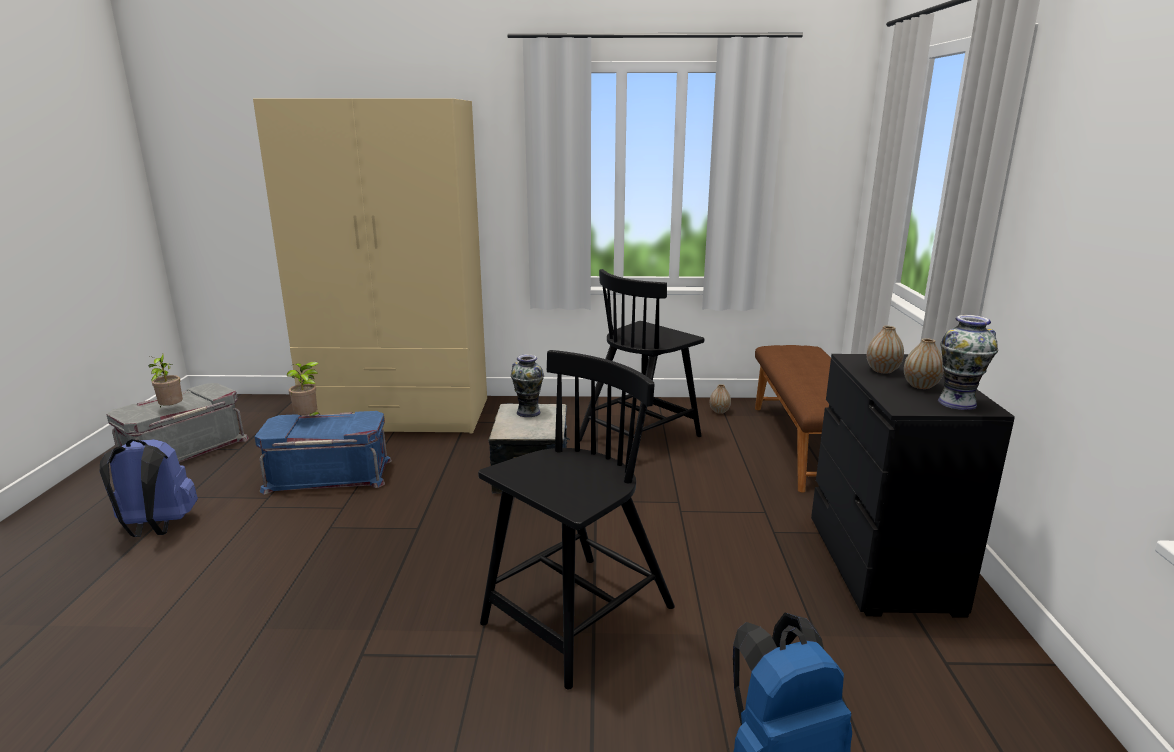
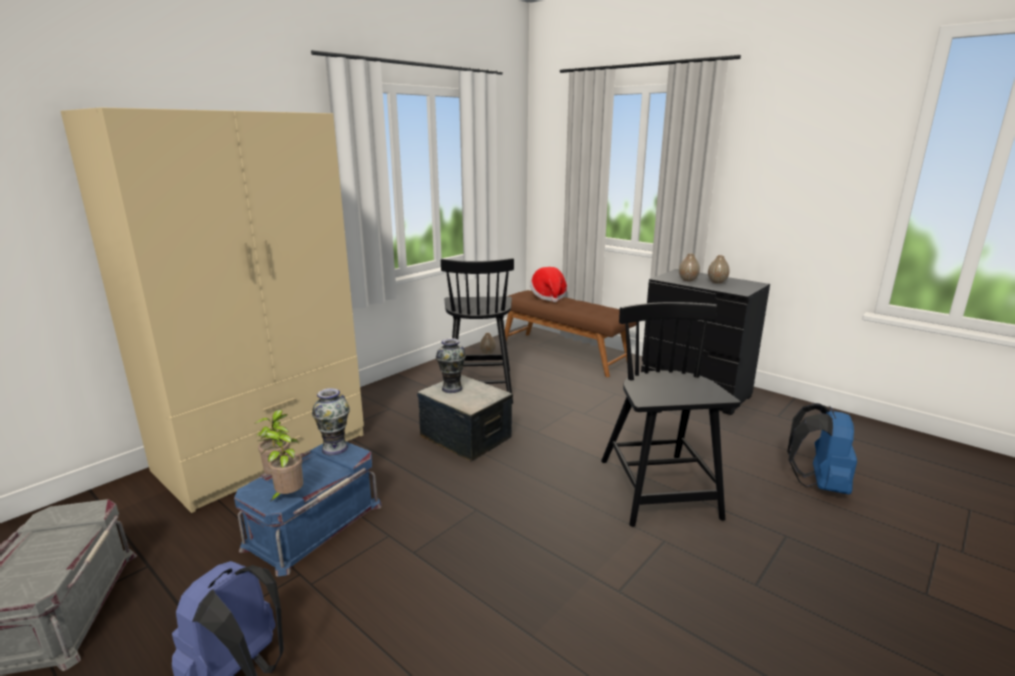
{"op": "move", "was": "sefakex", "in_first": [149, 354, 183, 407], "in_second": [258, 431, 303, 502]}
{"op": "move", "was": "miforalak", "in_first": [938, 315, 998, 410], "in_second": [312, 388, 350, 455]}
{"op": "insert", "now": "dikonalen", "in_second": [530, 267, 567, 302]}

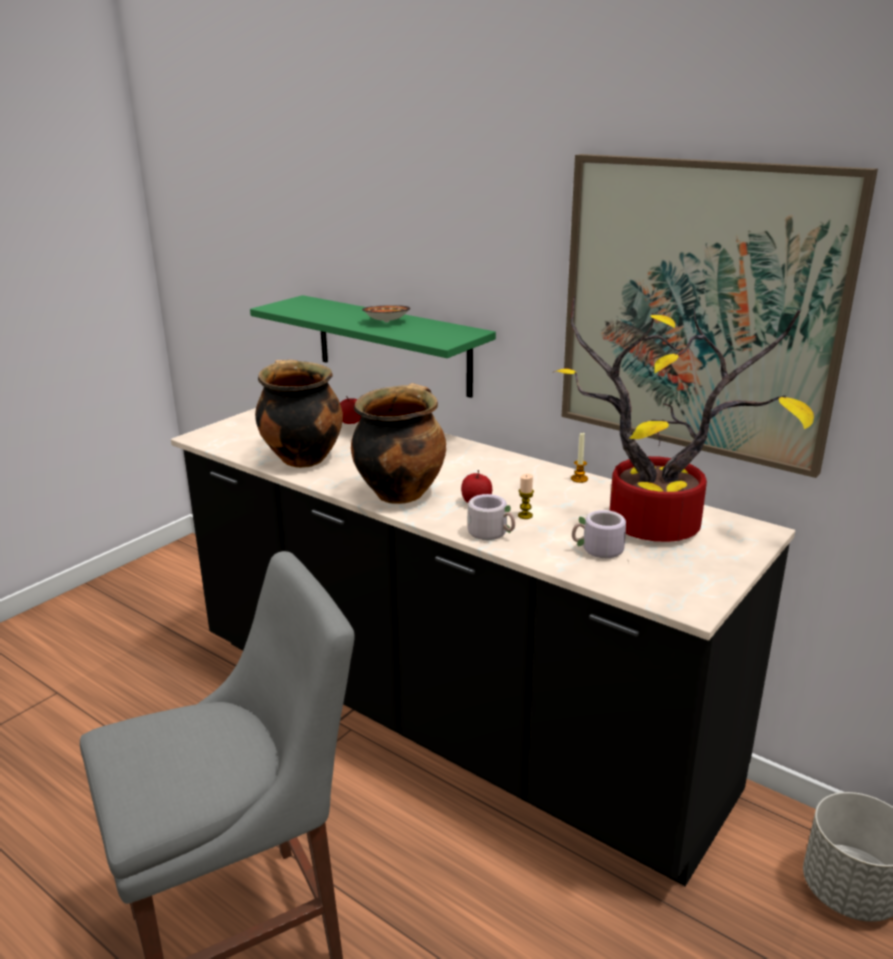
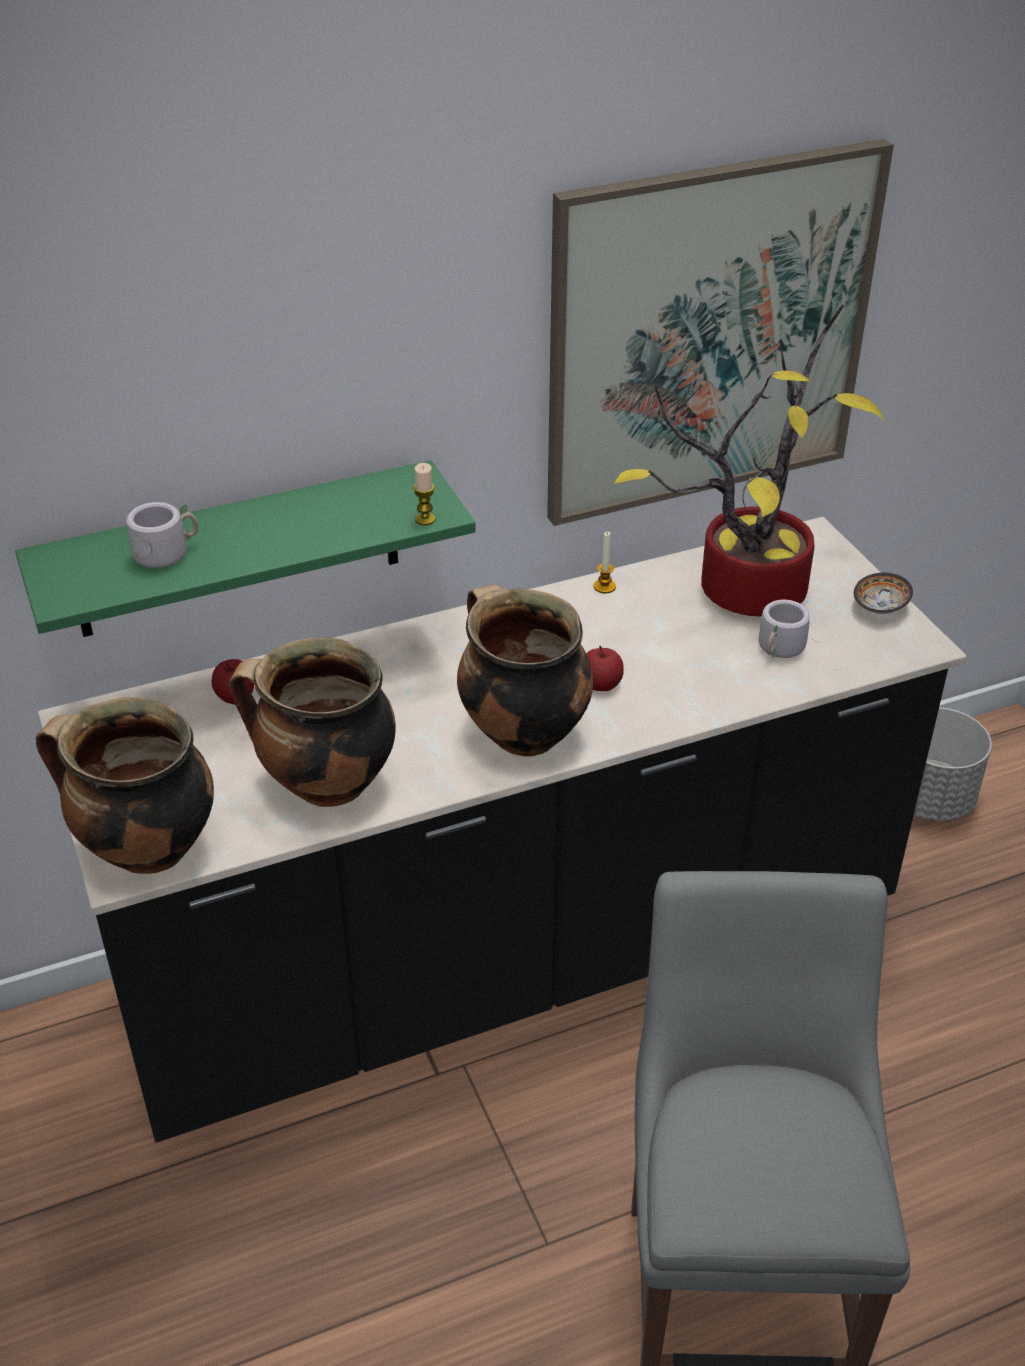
{"op": "insert", "now": "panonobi", "in_second": [36, 697, 214, 874]}
{"op": "move", "was": "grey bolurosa", "in_first": [467, 494, 515, 540], "in_second": [122, 502, 198, 568]}
{"op": "move", "was": "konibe", "in_first": [518, 474, 534, 519], "in_second": [413, 463, 435, 525]}
{"op": "move", "was": "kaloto", "in_first": [362, 305, 411, 323], "in_second": [854, 573, 913, 614]}

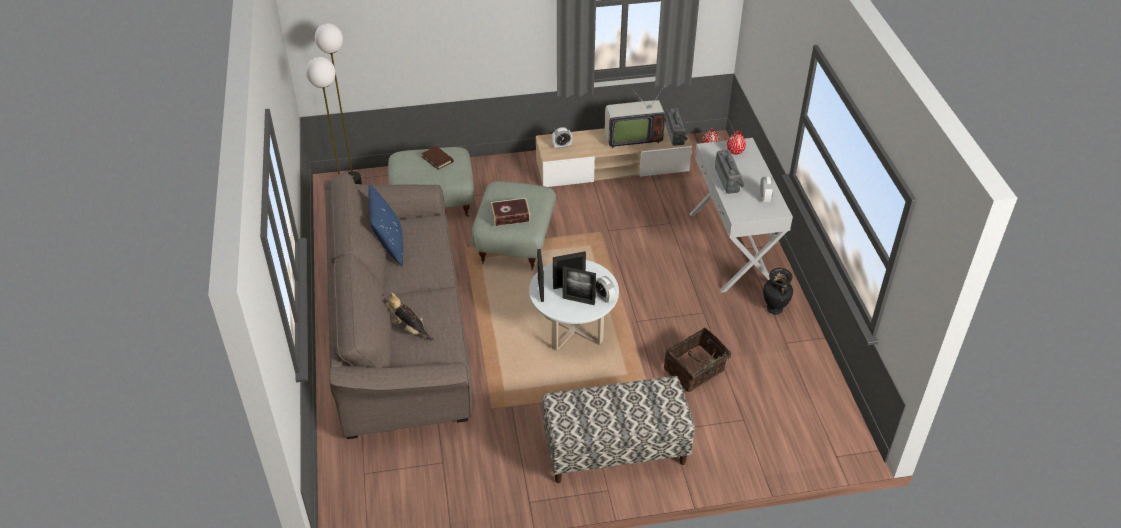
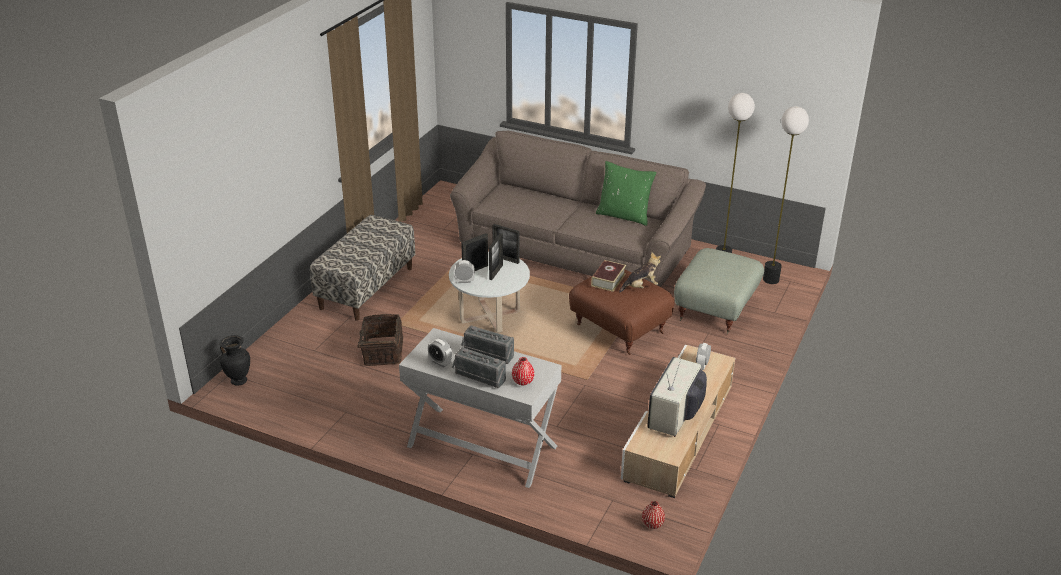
{"op": "move", "was": "black miforalak", "in_first": [763, 268, 793, 315], "in_second": [220, 335, 250, 386]}
{"op": "move", "was": "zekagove", "in_first": [665, 108, 688, 146], "in_second": [452, 347, 506, 388]}
{"op": "recolor", "was": "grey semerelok", "now": "brown semerelok", "in_first": [471, 181, 556, 270], "in_second": [569, 269, 674, 355]}
{"op": "recolor", "was": "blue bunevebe", "now": "green bunevebe", "in_first": [368, 184, 403, 266], "in_second": [596, 161, 656, 226]}
{"op": "move", "was": "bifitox", "in_first": [385, 293, 434, 341], "in_second": [619, 252, 661, 293]}
{"op": "delete", "was": "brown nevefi", "in_first": [421, 146, 454, 170]}

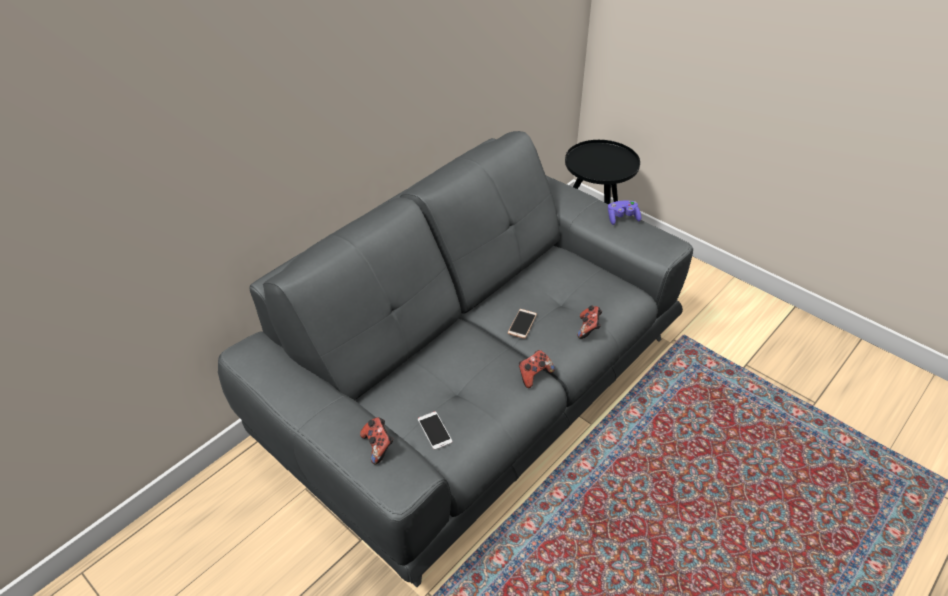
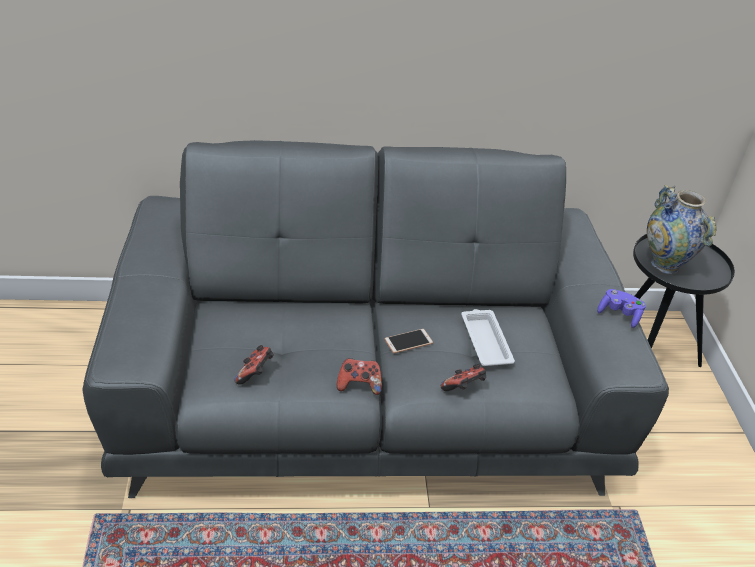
{"op": "move", "was": "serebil", "in_first": [360, 417, 394, 465], "in_second": [234, 345, 274, 384]}
{"op": "insert", "now": "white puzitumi", "in_second": [461, 309, 515, 366]}
{"op": "insert", "now": "miforalak", "in_second": [647, 185, 717, 274]}
{"op": "delete", "was": "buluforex", "in_first": [418, 411, 452, 450]}

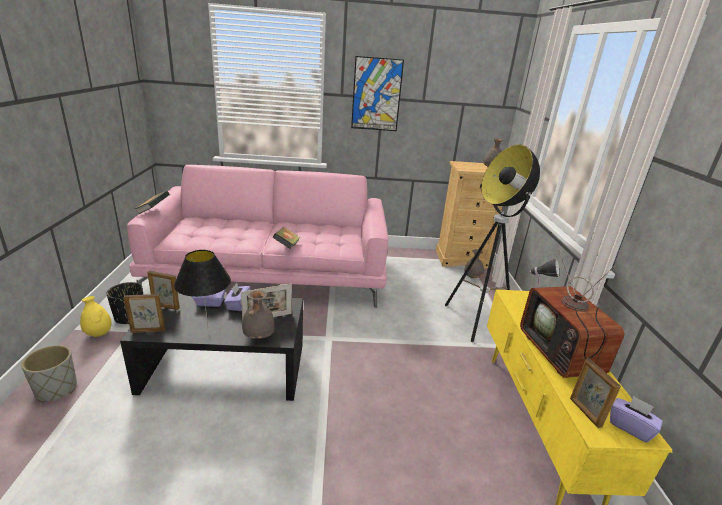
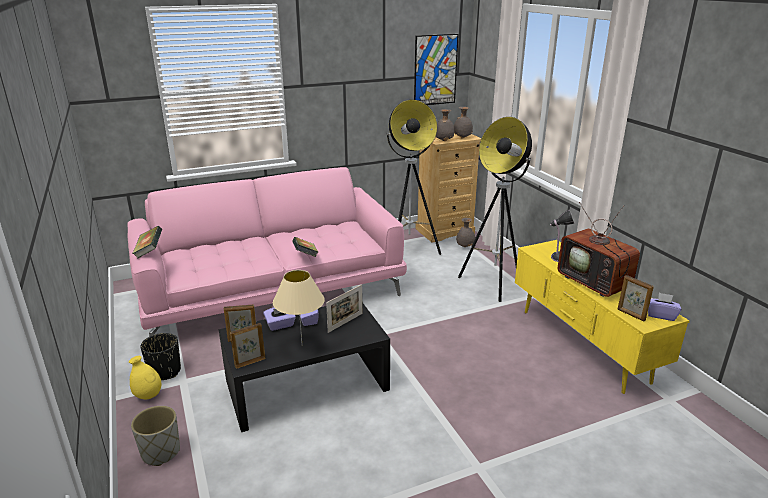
{"op": "recolor", "was": "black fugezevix", "now": "beige fugezevix", "in_first": [174, 250, 231, 328], "in_second": [273, 270, 325, 342]}
{"op": "insert", "now": "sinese", "in_second": [387, 100, 441, 255]}
{"op": "move", "was": "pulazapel", "in_first": [351, 56, 404, 131], "in_second": [414, 34, 459, 105]}
{"op": "move", "was": "grey miforalak", "in_first": [242, 290, 275, 339], "in_second": [436, 109, 454, 141]}

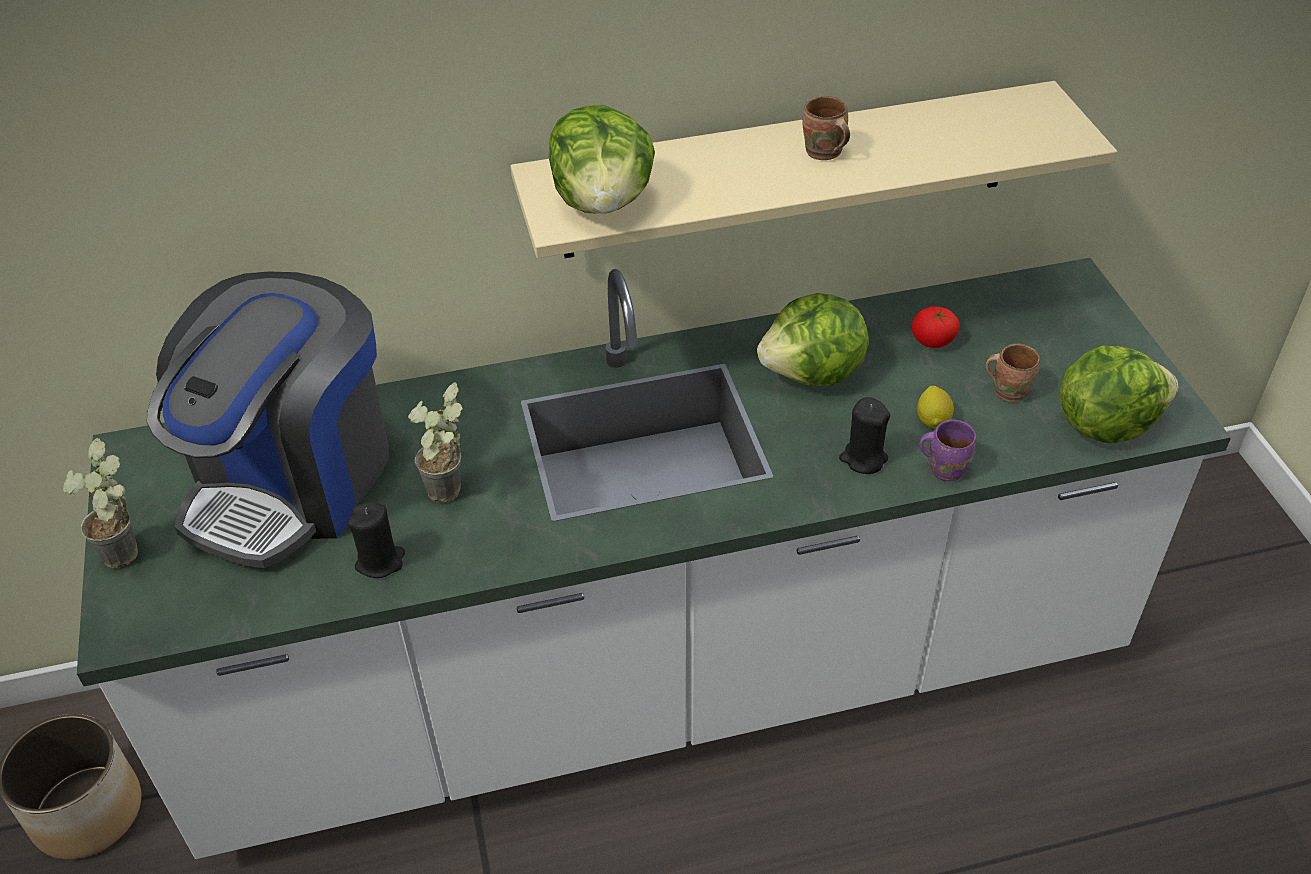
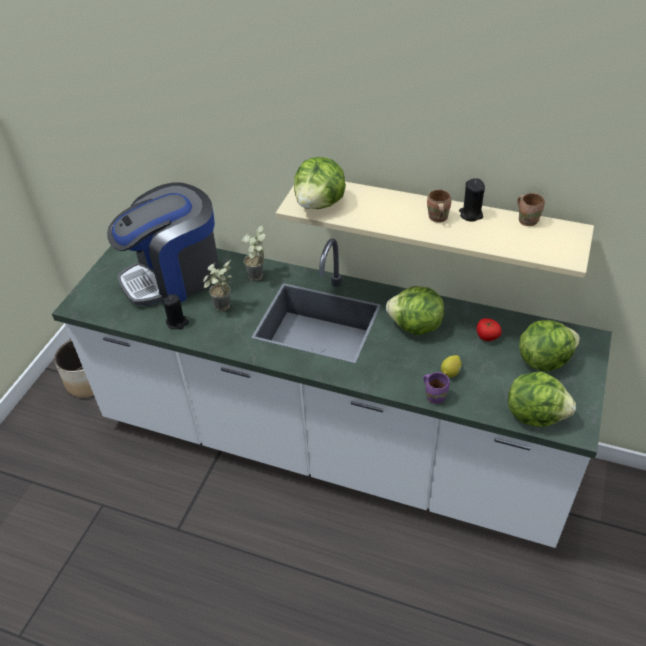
{"op": "move", "was": "sefakex", "in_first": [63, 438, 138, 568], "in_second": [242, 225, 266, 281]}
{"op": "move", "was": "black konibe", "in_first": [839, 397, 891, 474], "in_second": [459, 178, 485, 222]}
{"op": "move", "was": "brown bolurosa", "in_first": [985, 344, 1040, 403], "in_second": [517, 193, 545, 226]}
{"op": "insert", "now": "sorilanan", "in_second": [519, 320, 580, 372]}

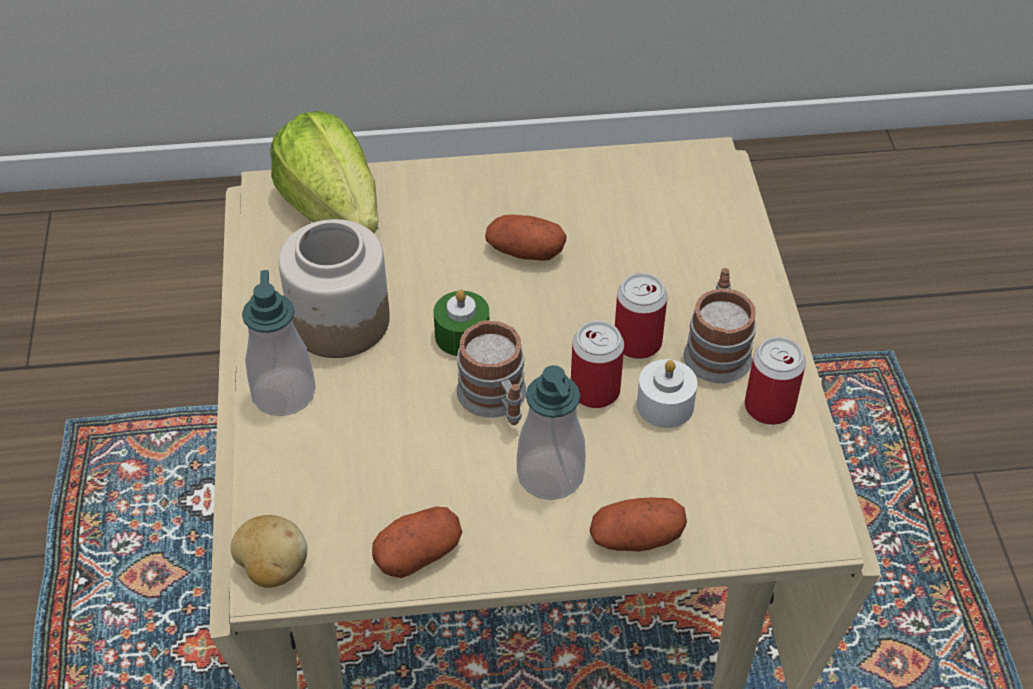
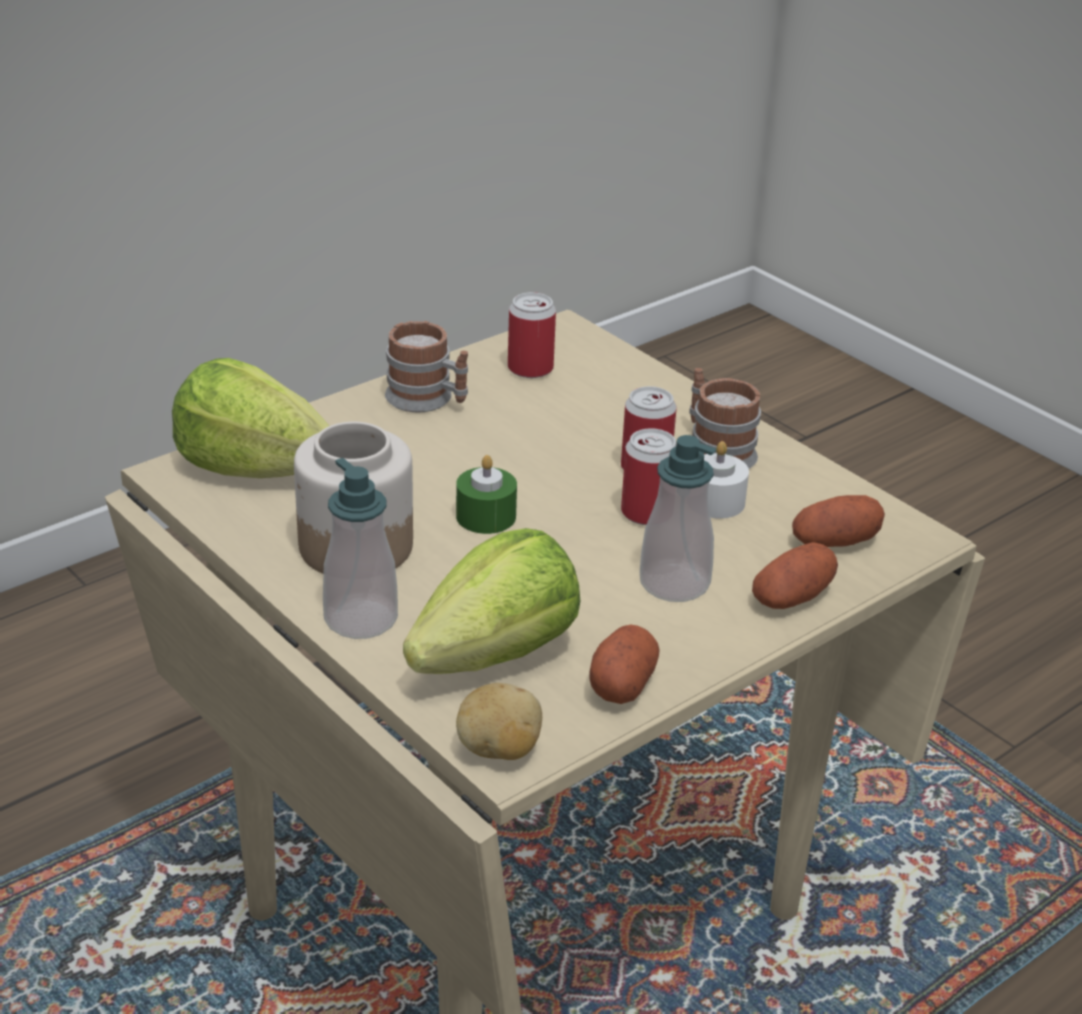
{"op": "move", "was": "bolurosa", "in_first": [456, 320, 526, 425], "in_second": [385, 321, 468, 412]}
{"op": "insert", "now": "sorilanan", "in_second": [403, 528, 580, 674]}
{"op": "move", "was": "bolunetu", "in_first": [745, 337, 806, 425], "in_second": [508, 292, 556, 378]}
{"op": "move", "was": "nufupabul", "in_first": [485, 215, 567, 261], "in_second": [792, 495, 885, 547]}

